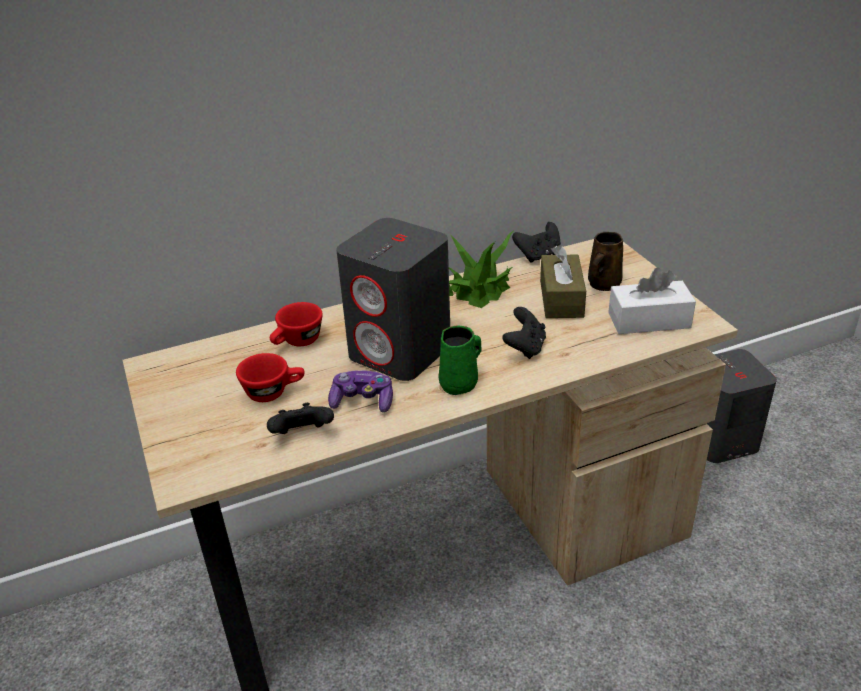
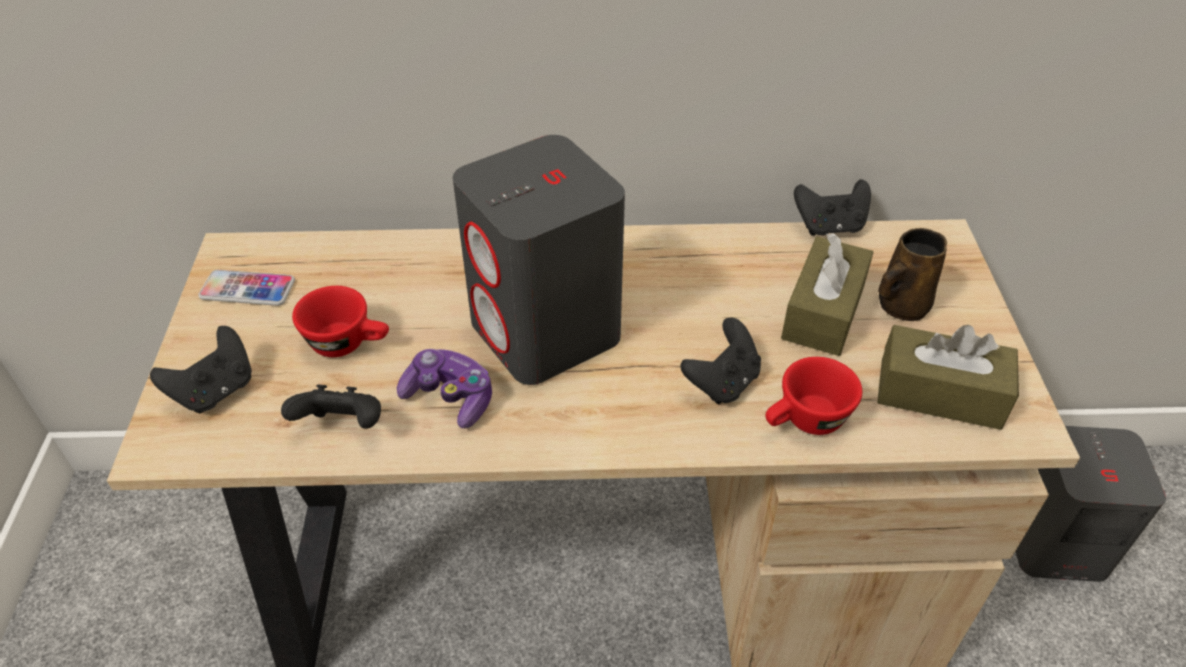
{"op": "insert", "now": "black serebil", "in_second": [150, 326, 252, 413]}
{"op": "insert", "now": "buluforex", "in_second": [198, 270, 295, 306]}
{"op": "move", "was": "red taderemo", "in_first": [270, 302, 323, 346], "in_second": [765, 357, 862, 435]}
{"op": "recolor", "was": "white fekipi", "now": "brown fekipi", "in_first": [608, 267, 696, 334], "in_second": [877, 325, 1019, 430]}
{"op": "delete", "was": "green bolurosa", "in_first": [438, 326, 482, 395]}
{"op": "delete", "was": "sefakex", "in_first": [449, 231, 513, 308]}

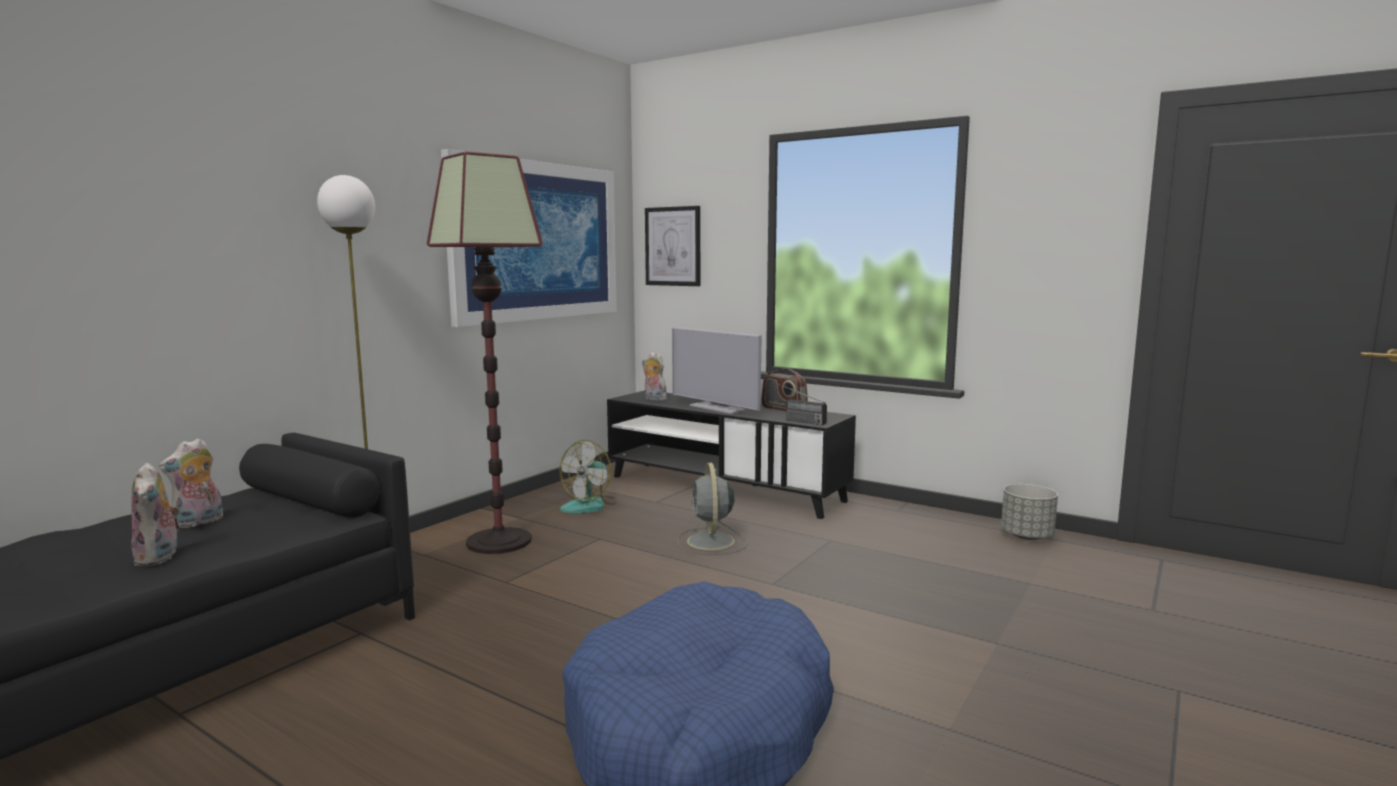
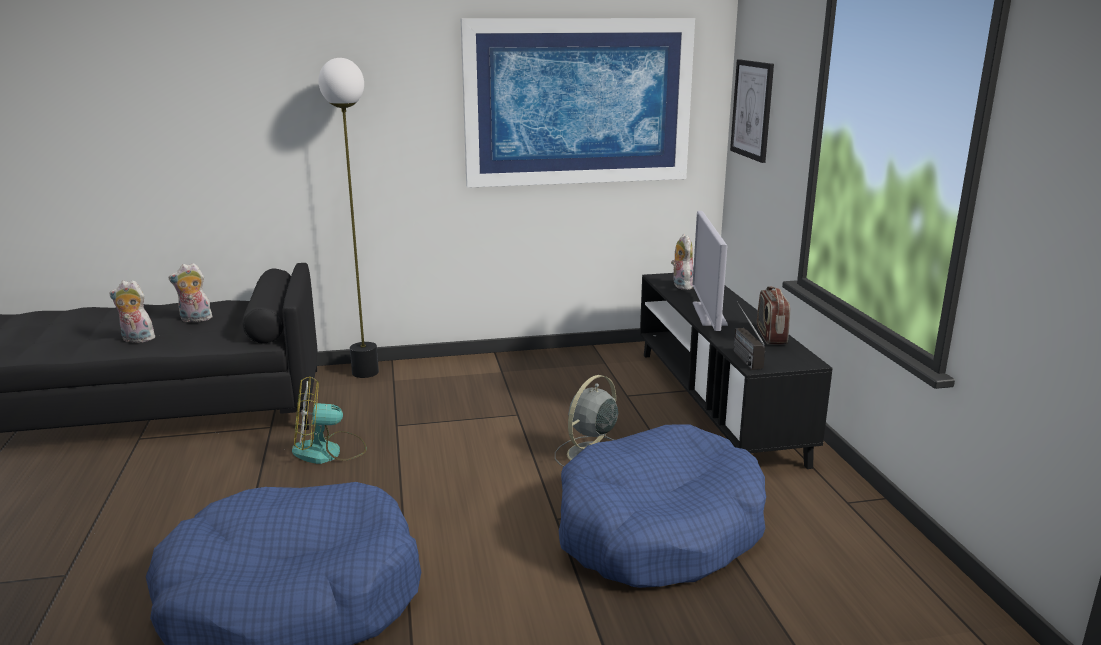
{"op": "rotate", "was": "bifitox", "in_first": [131, 463, 181, 566], "in_second": [110, 280, 158, 343], "clockwise": 75}
{"op": "move", "was": "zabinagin", "in_first": [559, 440, 617, 513], "in_second": [292, 376, 367, 464]}
{"op": "insert", "now": "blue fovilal", "in_second": [559, 424, 766, 588]}
{"op": "delete", "was": "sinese", "in_first": [427, 151, 543, 554]}
{"op": "delete", "was": "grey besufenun", "in_first": [1001, 484, 1058, 540]}

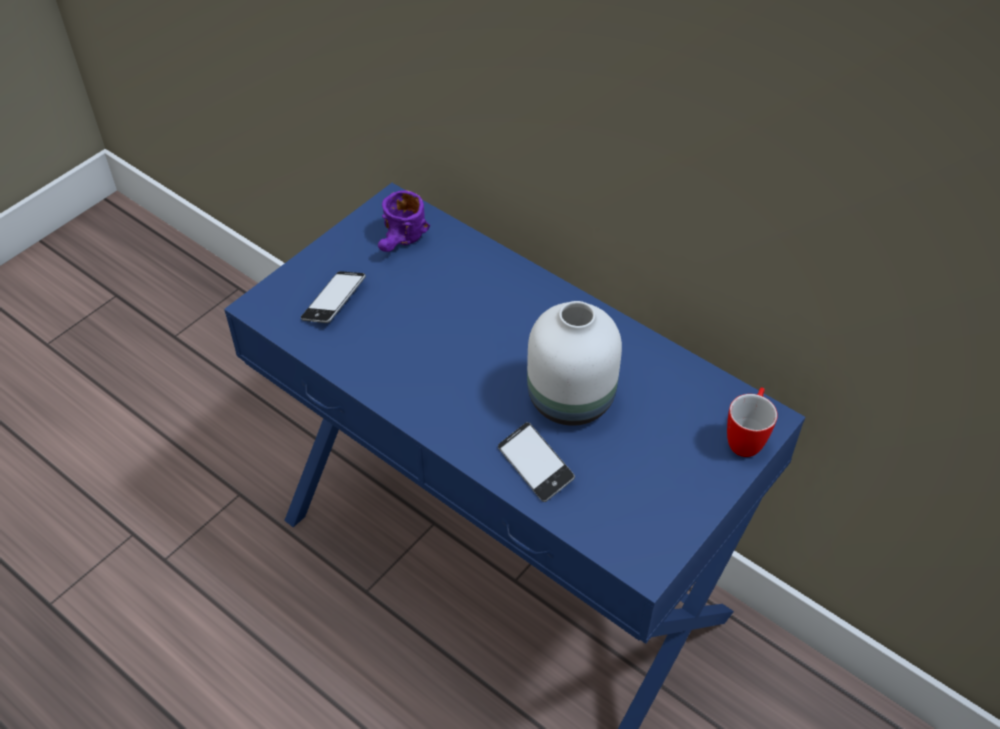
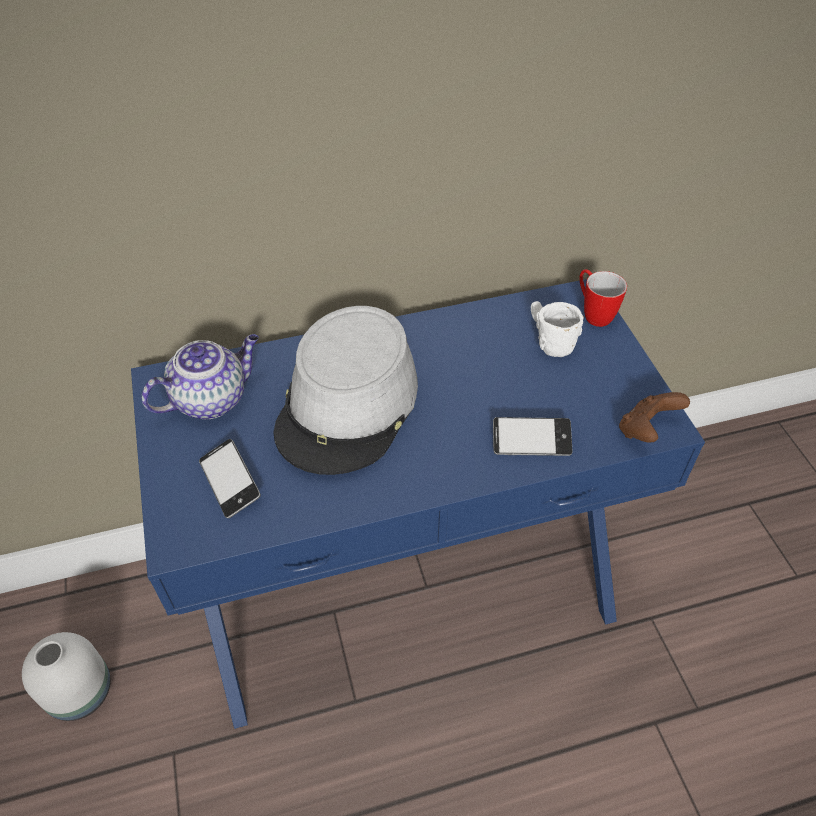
{"op": "move", "was": "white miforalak", "in_first": [527, 301, 622, 426], "in_second": [22, 632, 111, 721]}
{"op": "replace", "was": "purple bolurosa", "now": "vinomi", "in_first": [378, 190, 430, 252], "in_second": [142, 334, 259, 419]}
{"op": "insert", "now": "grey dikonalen", "in_second": [273, 306, 418, 475]}
{"op": "insert", "now": "white bolurosa", "in_second": [531, 301, 584, 357]}
{"op": "insert", "now": "brown serebil", "in_second": [619, 392, 690, 443]}

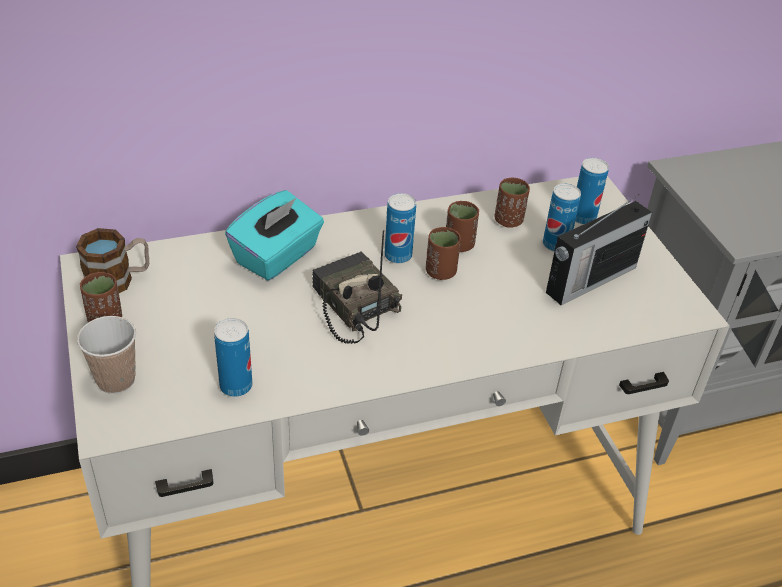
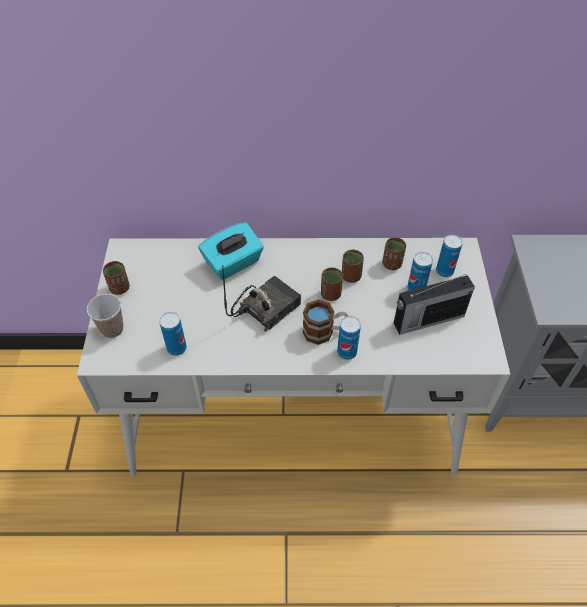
{"op": "rotate", "was": "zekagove", "in_first": [312, 230, 402, 344], "in_second": [222, 265, 301, 332], "clockwise": 60}
{"op": "move", "was": "bolurosa", "in_first": [76, 228, 149, 293], "in_second": [303, 300, 348, 345]}
{"op": "move", "was": "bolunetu", "in_first": [384, 193, 416, 264], "in_second": [337, 316, 361, 360]}

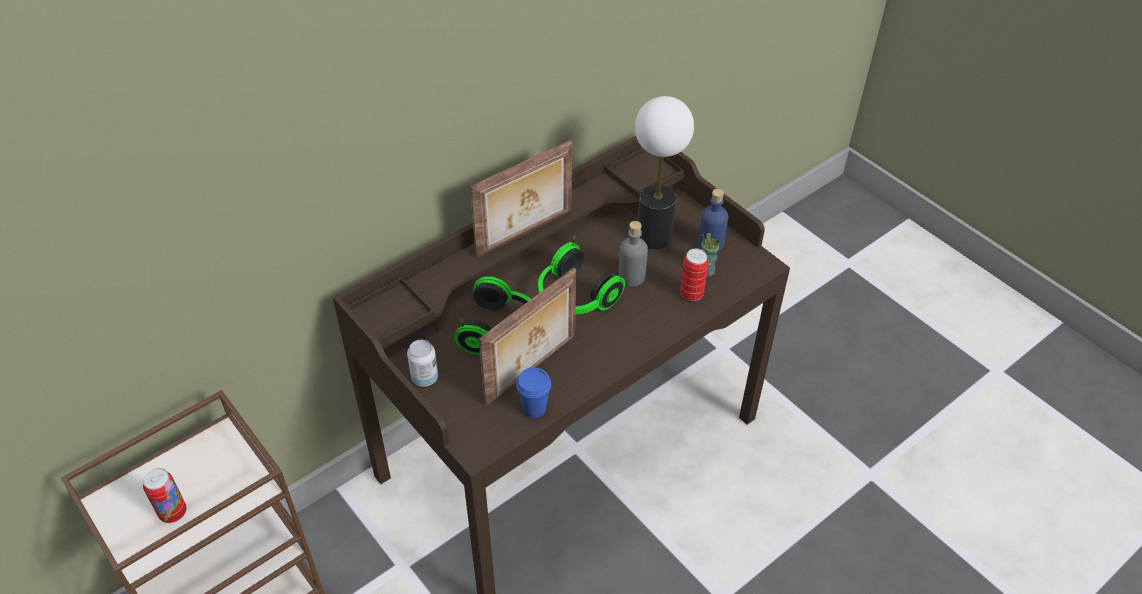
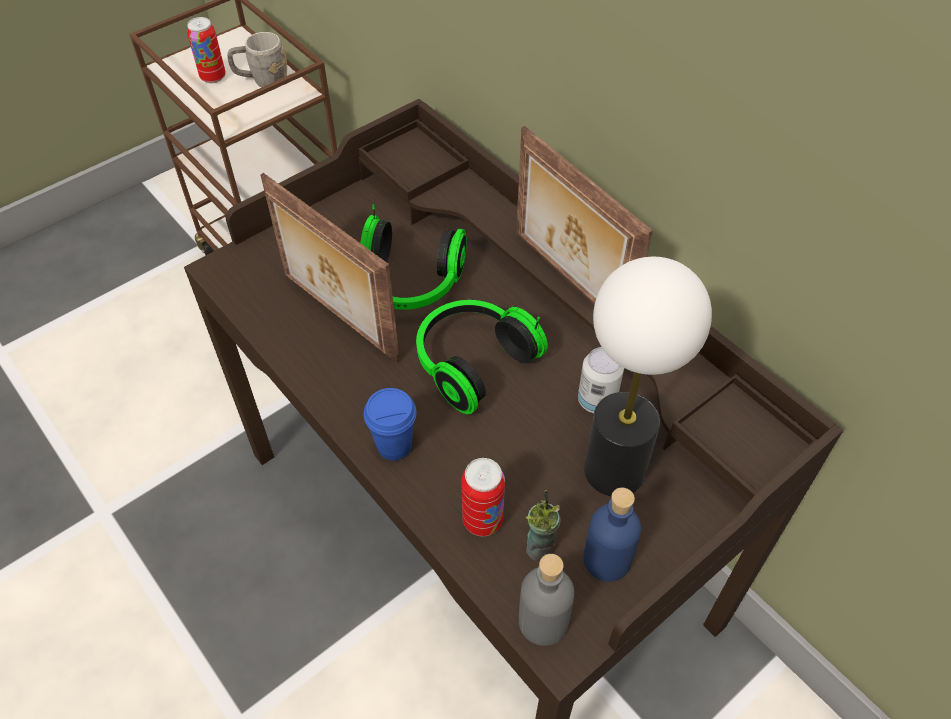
{"op": "insert", "now": "grey bolurosa", "in_second": [227, 32, 287, 87]}
{"op": "move", "was": "blue taderemo", "in_first": [516, 367, 551, 418], "in_second": [364, 388, 416, 461]}
{"op": "move", "was": "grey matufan", "in_first": [619, 221, 648, 286], "in_second": [519, 554, 574, 646]}
{"op": "move", "was": "bolunetu", "in_first": [407, 340, 438, 387], "in_second": [578, 347, 624, 413]}

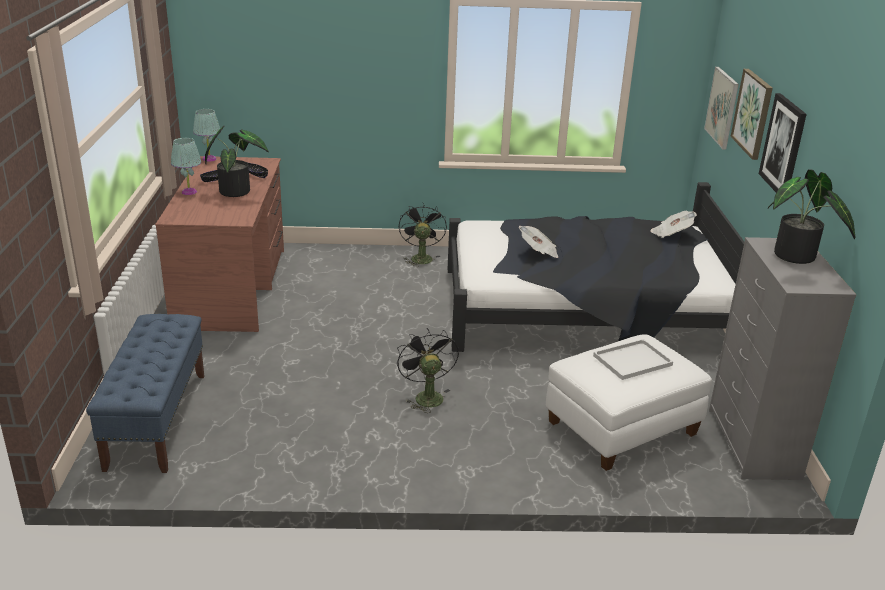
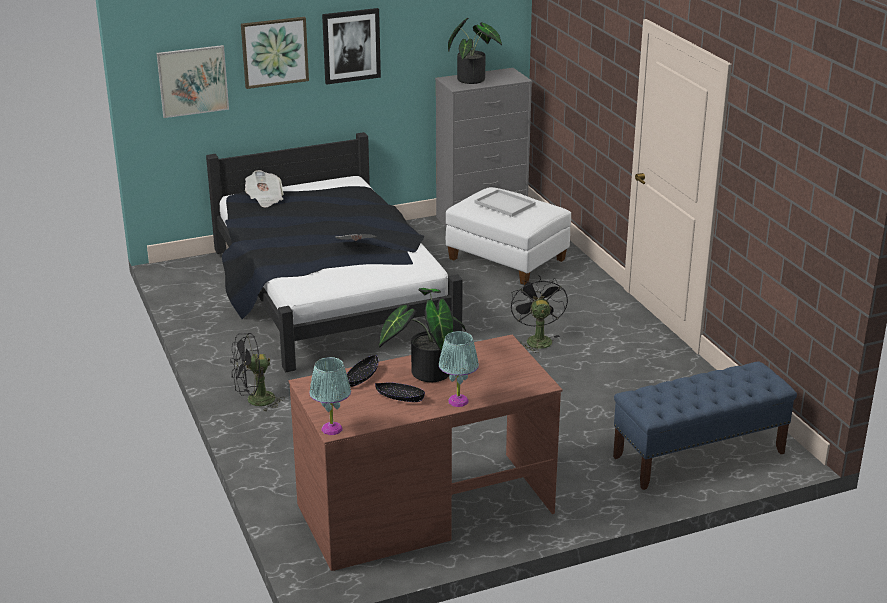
{"op": "rotate", "was": "black zabinagin", "in_first": [397, 328, 459, 413], "in_second": [511, 276, 568, 353], "clockwise": 120}

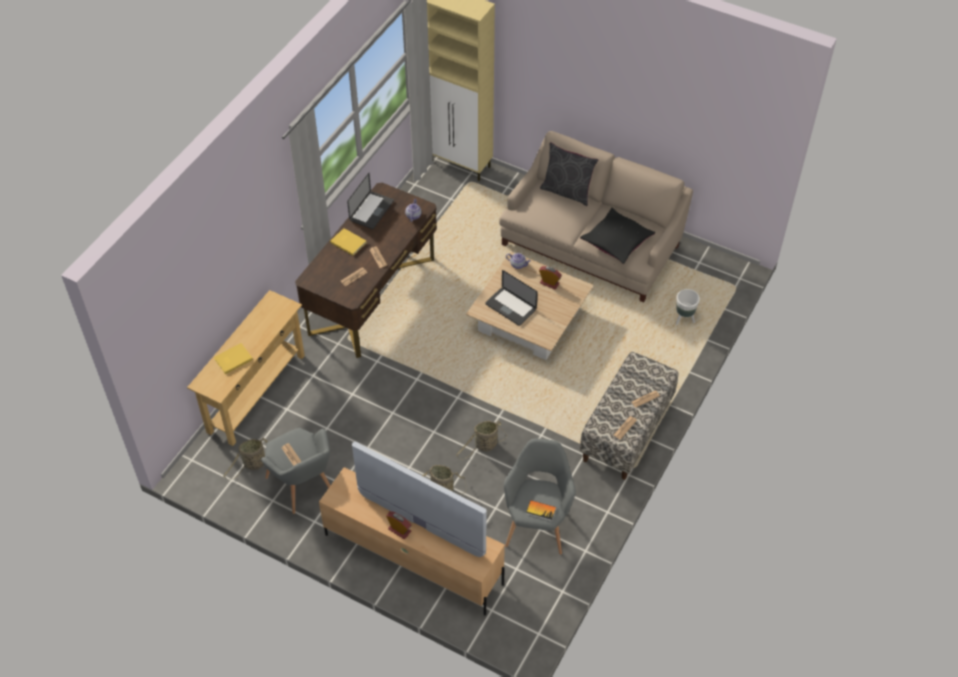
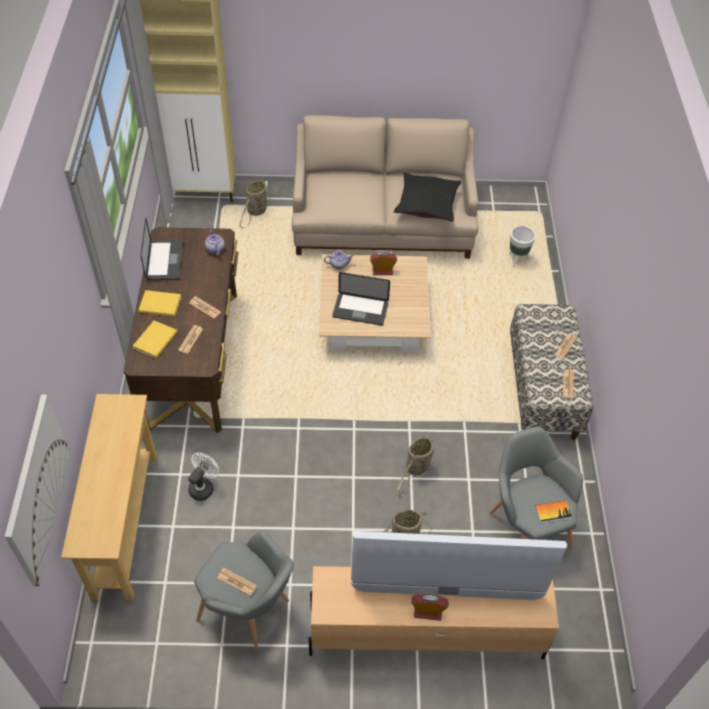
{"op": "insert", "now": "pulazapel", "in_second": [5, 395, 70, 586]}
{"op": "move", "was": "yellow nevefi", "in_first": [214, 343, 253, 374], "in_second": [133, 320, 178, 358]}
{"op": "insert", "now": "white zabinagin", "in_second": [188, 452, 219, 501]}
{"op": "move", "was": "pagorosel", "in_first": [224, 438, 267, 480], "in_second": [239, 179, 270, 228]}
{"op": "delete", "was": "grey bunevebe", "in_first": [540, 142, 598, 206]}

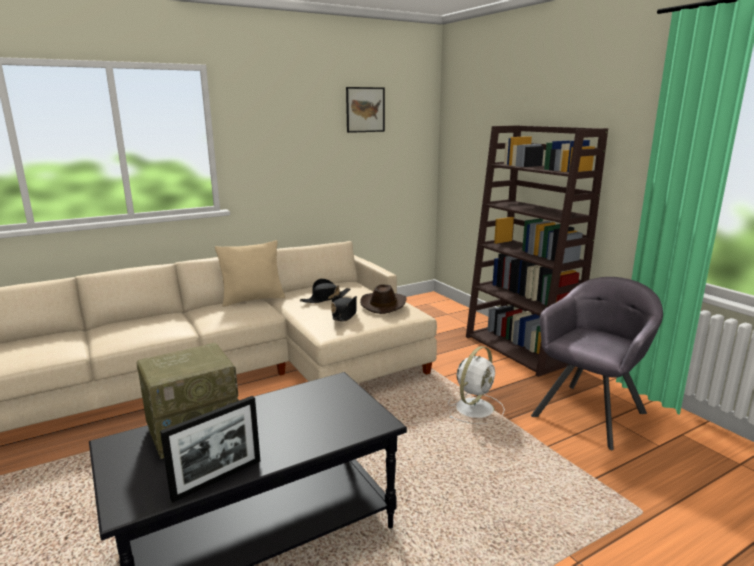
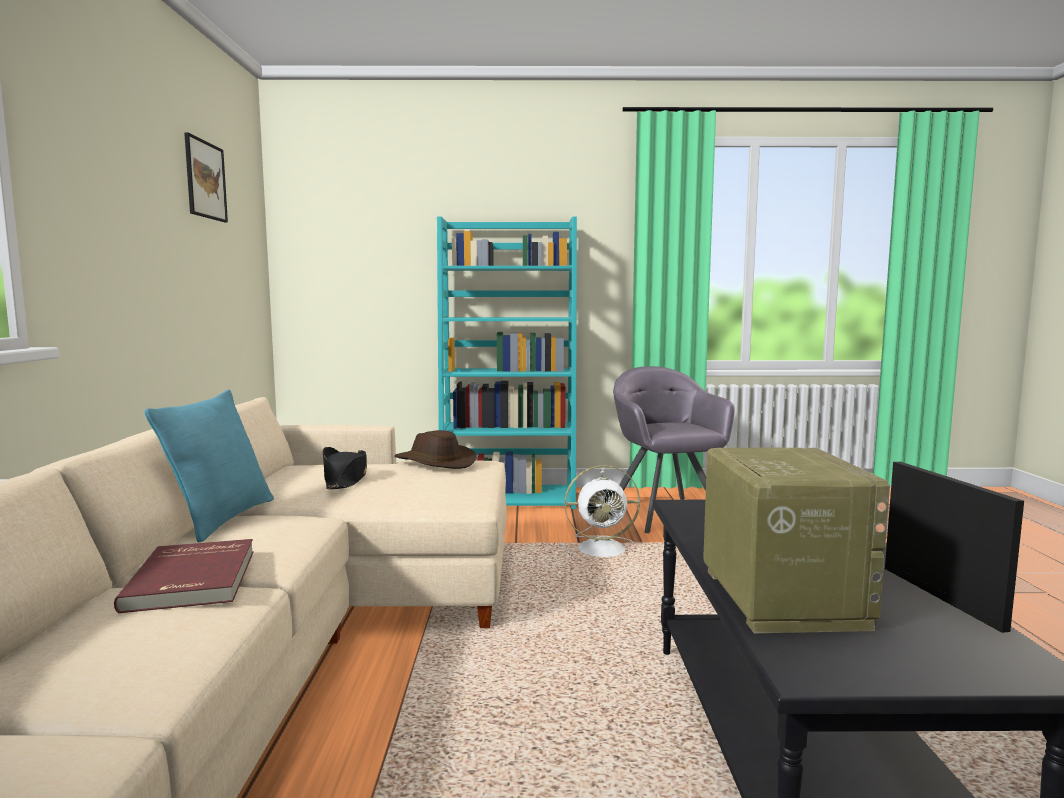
{"op": "insert", "now": "red nevefi", "in_second": [114, 539, 254, 613]}
{"op": "recolor", "was": "beige bunevebe", "now": "turquoise bunevebe", "in_first": [215, 240, 285, 307], "in_second": [145, 390, 274, 543]}
{"op": "recolor", "was": "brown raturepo", "now": "turquoise raturepo", "in_first": [466, 125, 608, 377], "in_second": [437, 216, 577, 509]}
{"op": "rotate", "was": "white zabinagin", "in_first": [448, 346, 505, 424], "in_second": [561, 465, 640, 561], "clockwise": 105}
{"op": "delete", "was": "black dikonalen", "in_first": [331, 296, 357, 321]}

